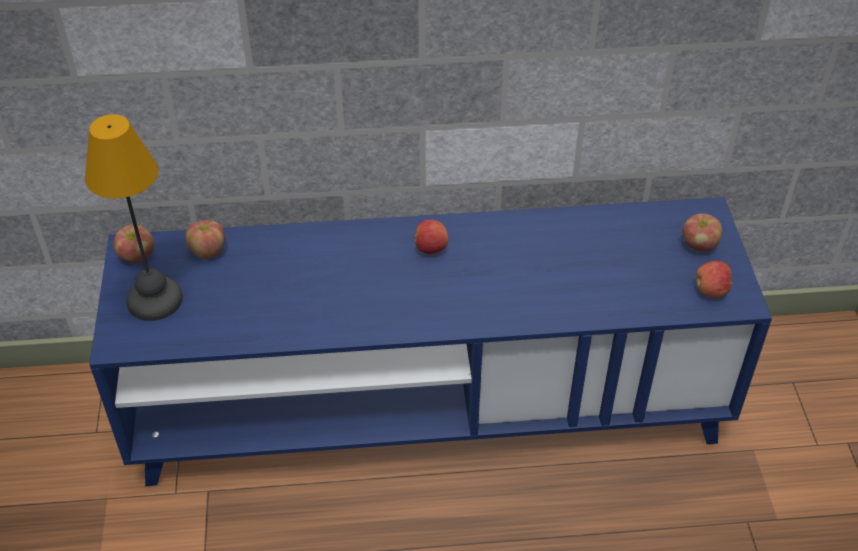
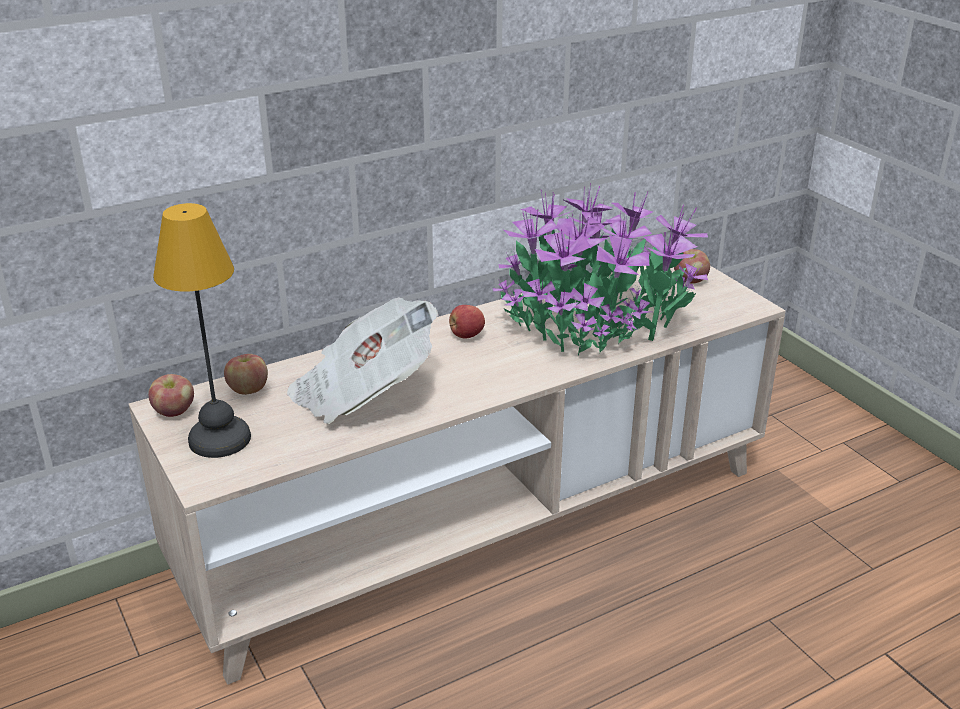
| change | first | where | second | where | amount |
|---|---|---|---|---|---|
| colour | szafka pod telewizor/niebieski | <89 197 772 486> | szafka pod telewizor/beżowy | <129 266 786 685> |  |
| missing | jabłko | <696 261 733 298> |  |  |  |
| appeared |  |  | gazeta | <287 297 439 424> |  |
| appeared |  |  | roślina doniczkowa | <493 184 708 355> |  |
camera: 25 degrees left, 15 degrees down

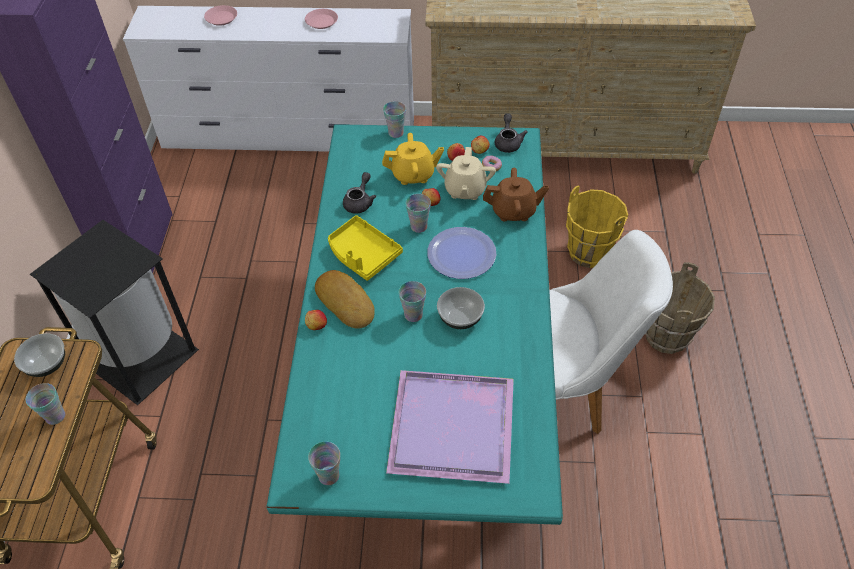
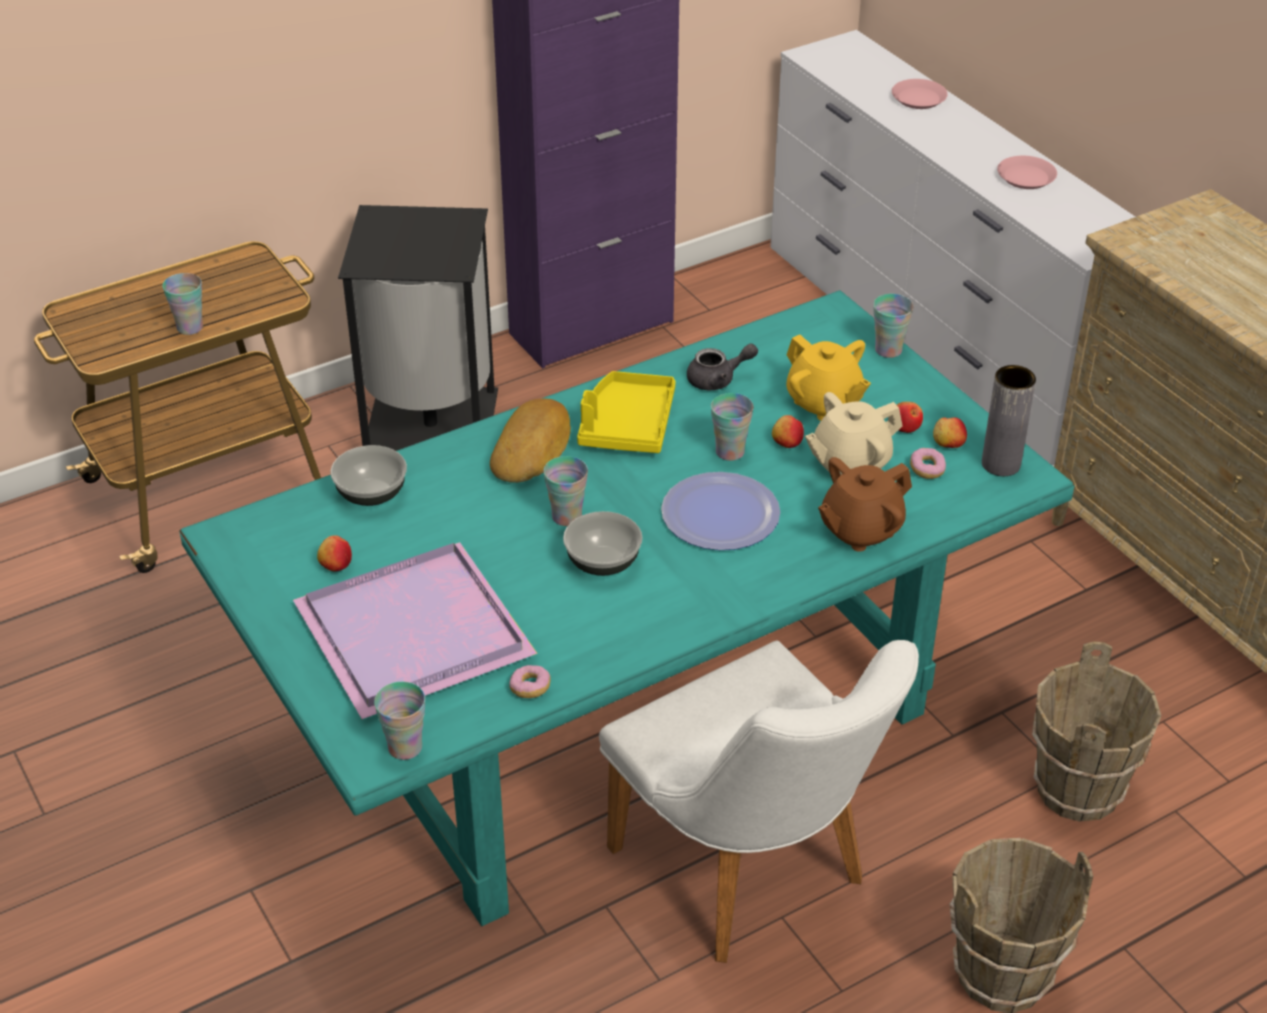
| change | first | where | second | where | amount |
|---|---|---|---|---|---|
| relocated | miska | <14 333 65 377> |  | <330 445 407 506> |  |
| relocated | jabłko | <305 310 327 330> |  | <317 536 352 571> |  |
| relocated | filiżanka | <308 441 340 485> |  | <374 682 425 760> |  |
| spun | imbryk/brązowy | <483 168 549 222> |  | <818 457 912 552> | 90 degrees clockwise |
| exchanged | imbryk/szary | <495 113 528 153> | wazon/szary | <982 365 1036 476> |  |
| colour | wiadro/żółty | <566 186 628 268> | wiadro/brązowy | <1032 641 1161 822> |  |
| appeared |  |  | donut | <509 665 550 698> |  |
camera: 55 degrees right, 10 degrees down

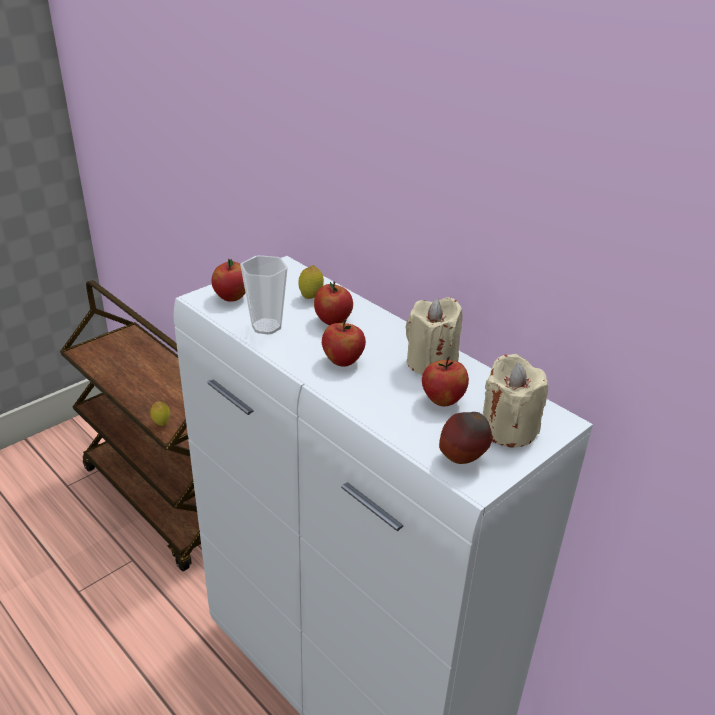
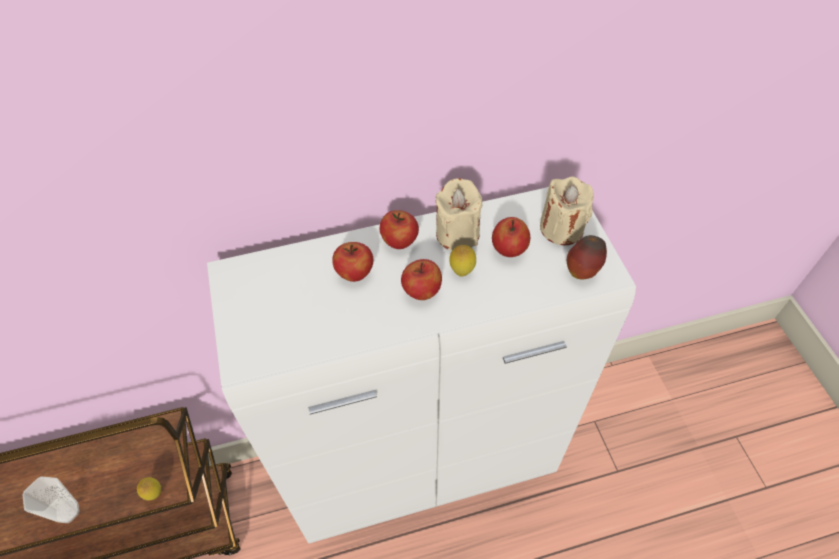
| change | first | where | second | where | amount |
|---|---|---|---|---|---|
| relocated | jabłko | <212 259 245 302> |  | <380 210 419 249> |  |
| relocated | filiżanka | <240 255 288 334> |  | <22 476 80 523> |  |
| relocated | cytryna | <298 265 324 299> |  | <449 245 476 277> |  |
camera: 60 degrees left, 20 degrees up

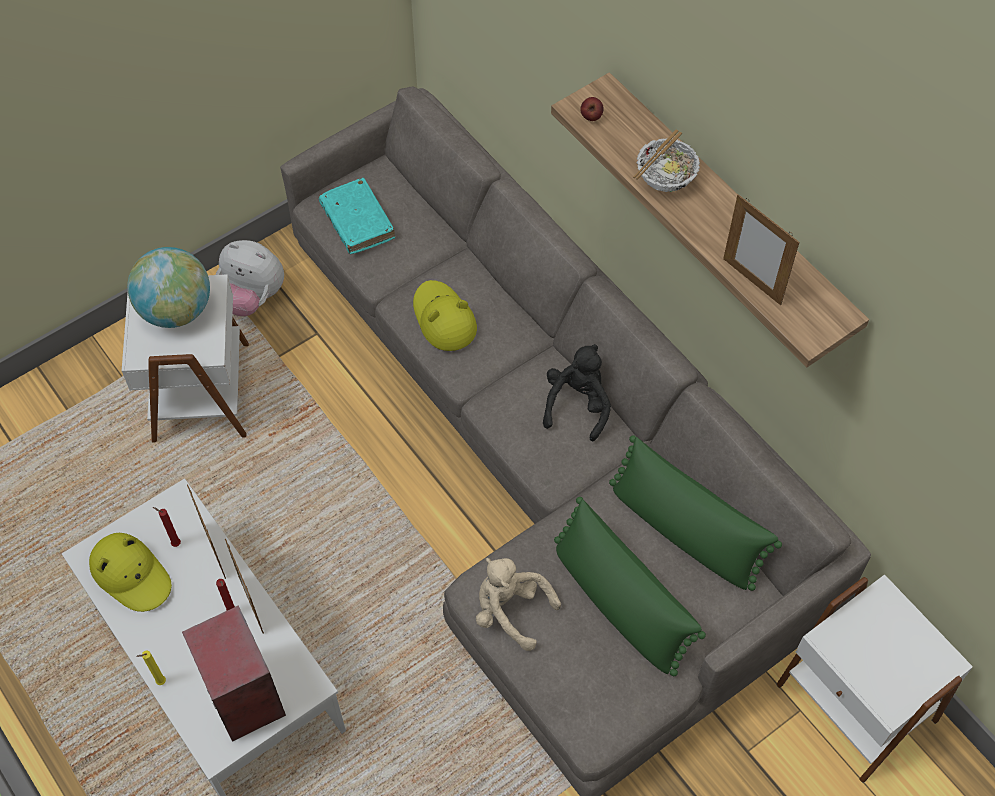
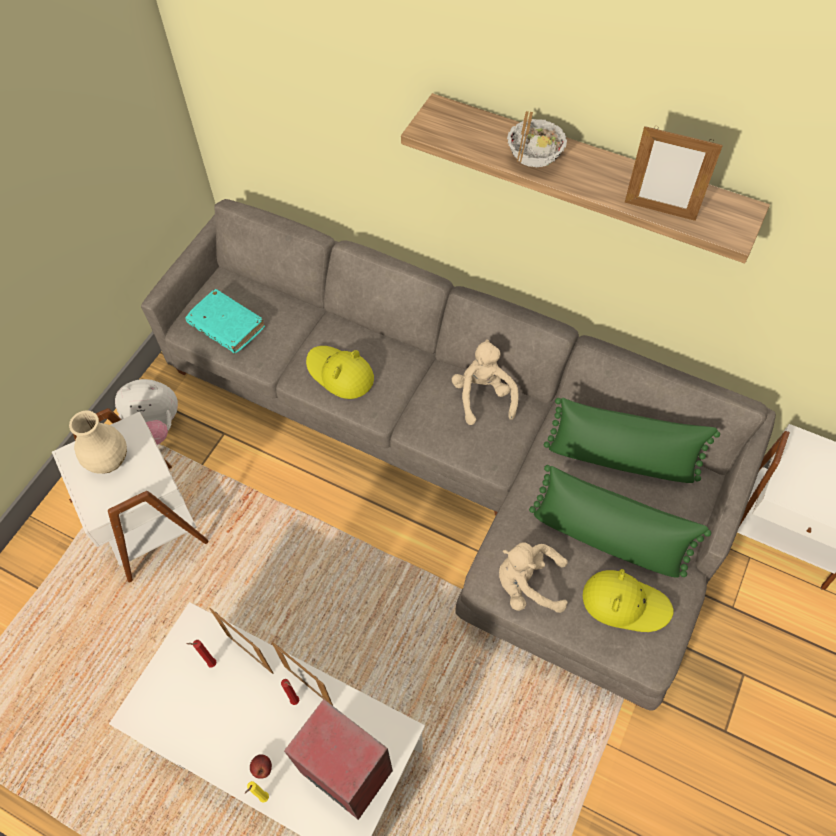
| change | first | where | second | where | amount |
|---|---|---|---|---|---|
| relocated | kapelusz/żółty | <89 533 172 612> |  | <583 569 674 632> |  |
| exchanged | globus | <127 247 210 328> | wazon/beżowy | <69 411 127 473> |  |
| colour | pluszak/czarny | <543 344 611 441> | pluszak/beżowy | <452 339 519 425> |  |
| relocated | jabłko | <580 97 604 121> |  | <250 754 272 779> |  |
camera: 25 degrees left, 0 degrees up

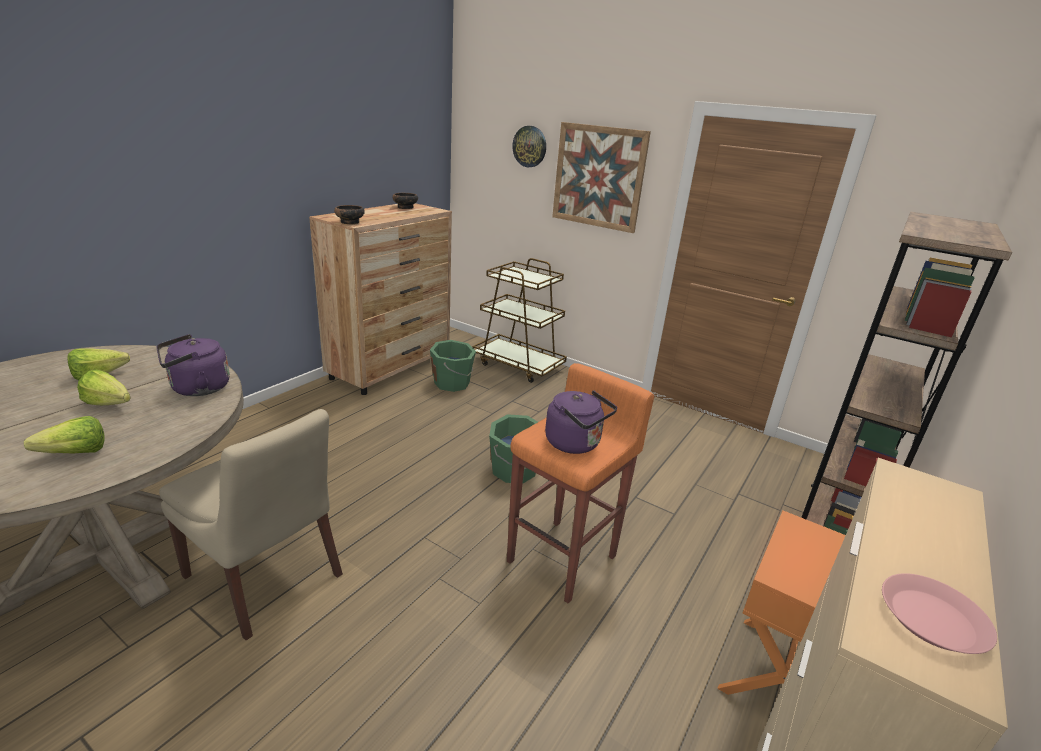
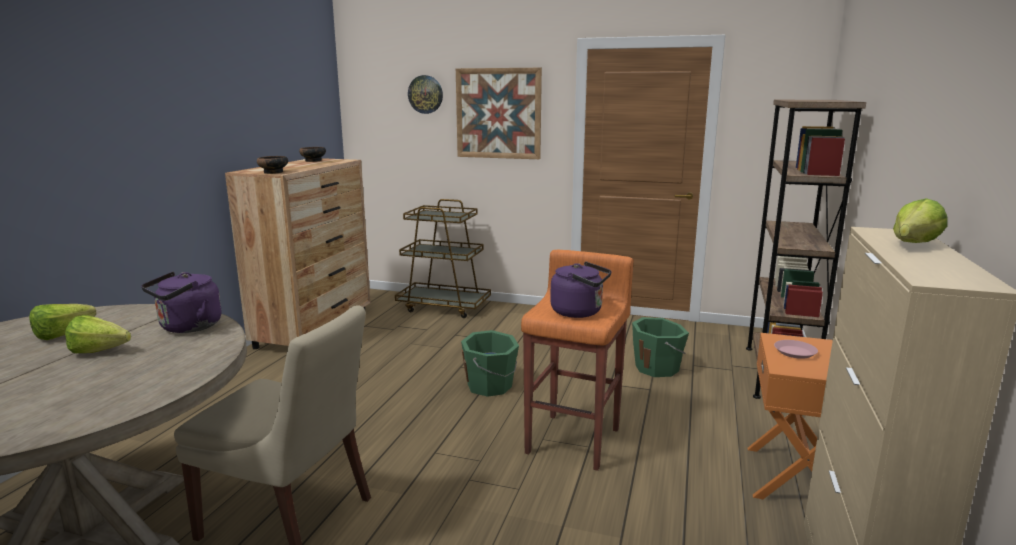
| change | first | where | second | where | amount |
|---|---|---|---|---|---|
| relocated | sałata | <24 416 105 454> |  | <893 198 948 243> |  |
| relocated | wiadro/zielony | <430 340 476 392> |  | <632 317 689 377> |  |
| relocated | talerz/różowy | <882 573 997 654> |  | <774 340 818 359> |  |
camera: 15 degrees left, 10 degrees down

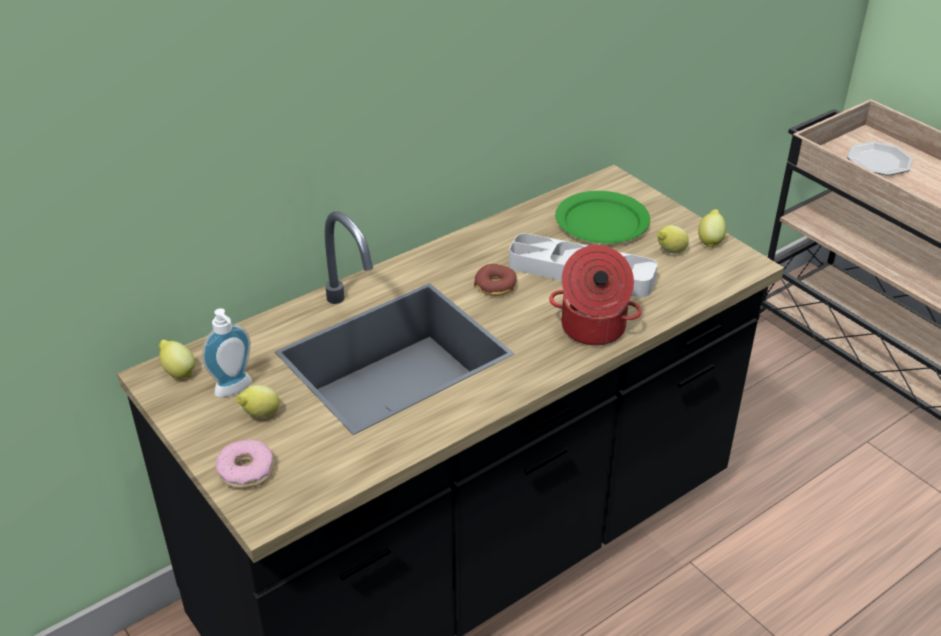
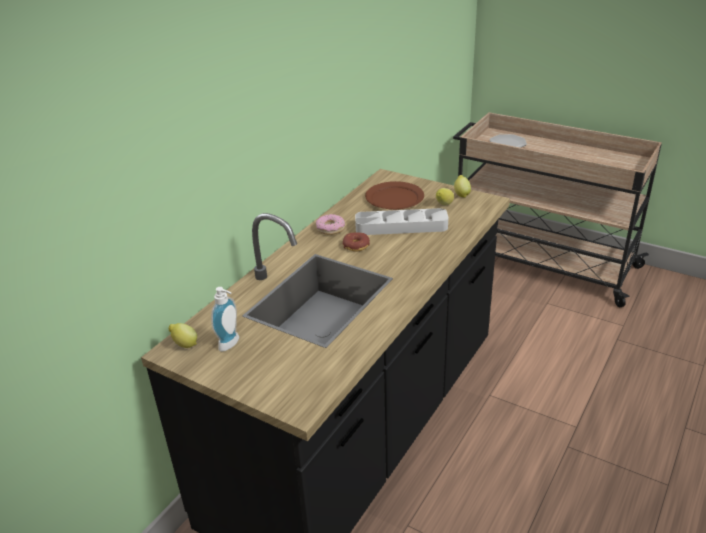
| change | first | where | second | where | amount |
|---|---|---|---|---|---|
| relocated | donut | <215 439 274 489> |  | <316 214 345 235> |  |
| missing | cytryna | <237 385 280 418> |  |  |  |
| missing | garnek | <549 245 642 346> |  |  |  |
| colour | talerz/zielony | <555 191 650 243> | talerz/brązowy | <365 181 424 210> |  |
camera: 20 degrees left, 5 degrees down

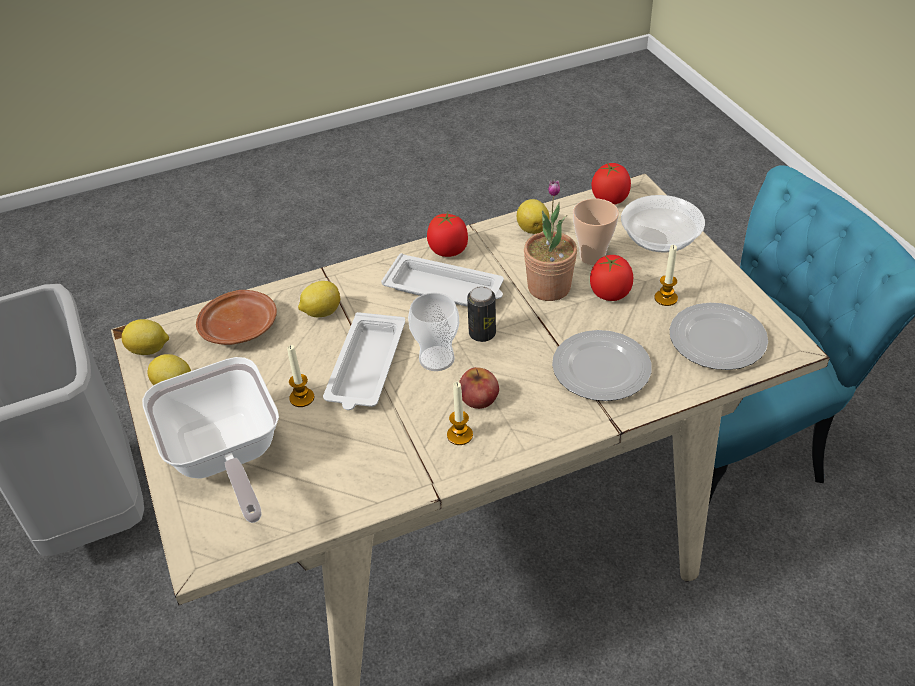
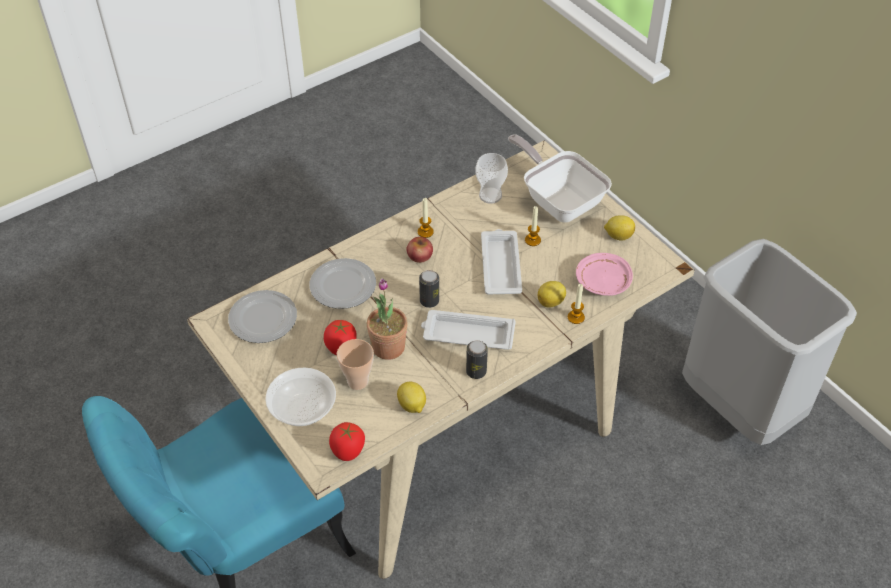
| change | first | where | second | where | amount |
|---|---|---|---|---|---|
| missing | cytryna | <122 319 169 355> |  |  |  |
| colour | talerz/brązowy | <196 290 277 345> | talerz/różowy | <576 253 633 296> |  |
| relocated | filiżanka | <408 293 459 371> |  | <475 153 508 204> |  |
| exchanged | pomidor | <427 212 468 257> | puszka | <466 340 488 379> |  |
| relocated | świeca | <654 245 678 306> |  | <568 284 585 324> |  |
camera: 165 degrees right, 5 degrees up

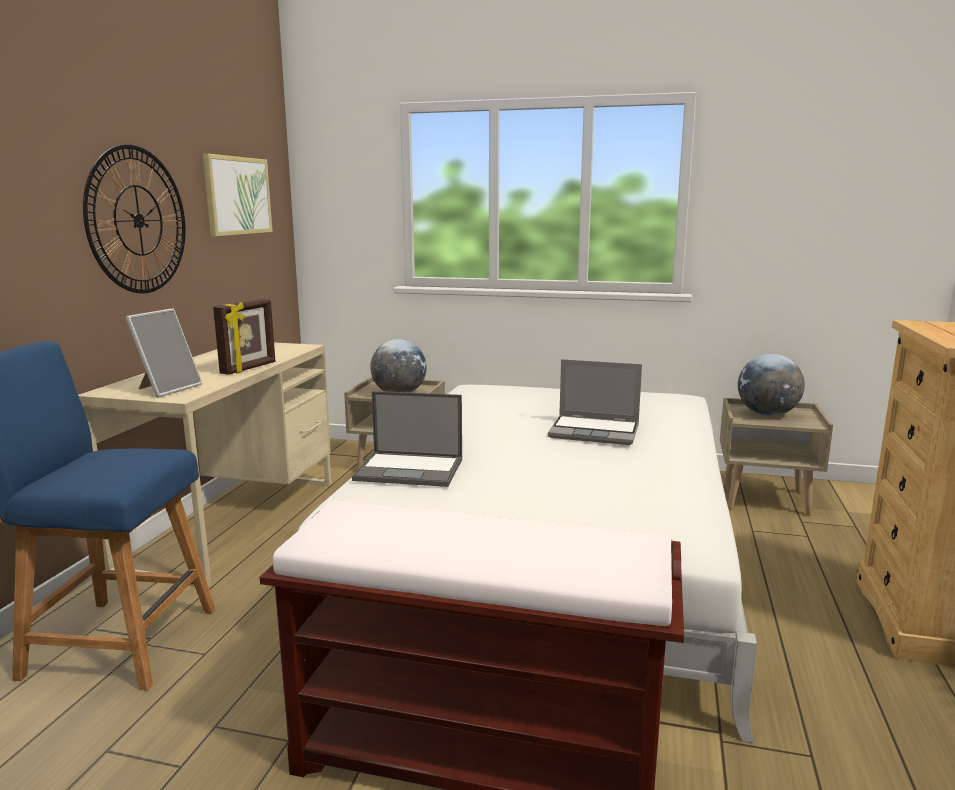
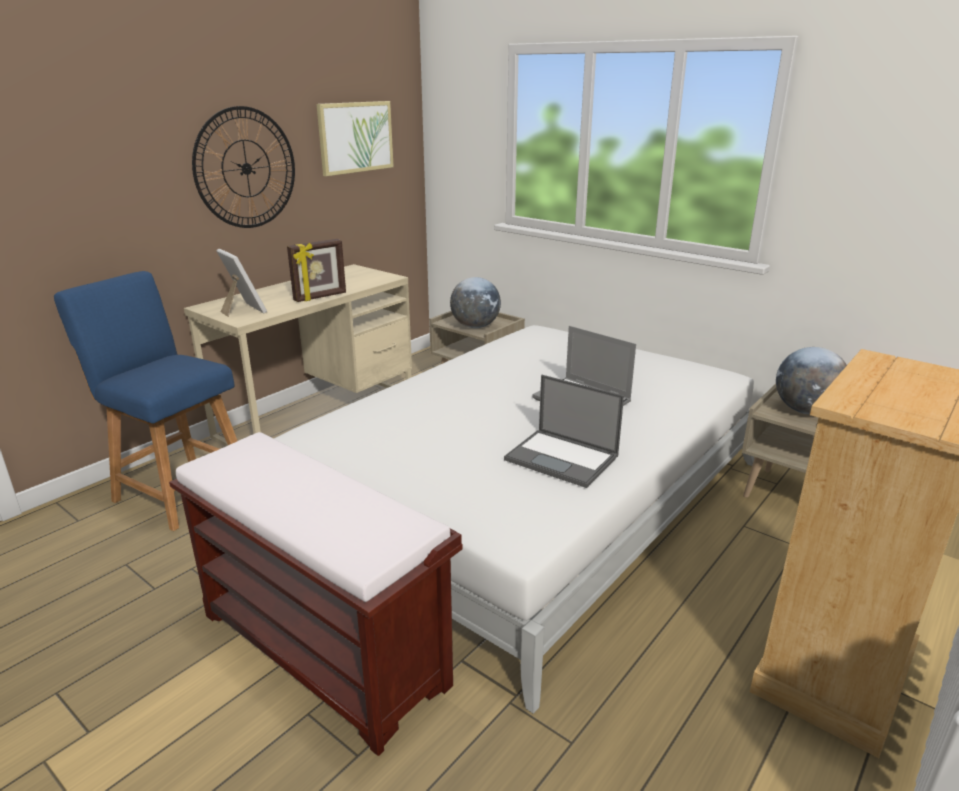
| change | first | where | second | where | amount |
|---|---|---|---|---|---|
| spun | ramka na zdjęcie | <125 308 202 398> |  | <216 249 267 317> | 90 degrees counterclockwise |
| relocated | laptop | <352 391 462 487> |  | <504 375 624 488> |  |
camera: 25 degrees right, 10 degrees up

